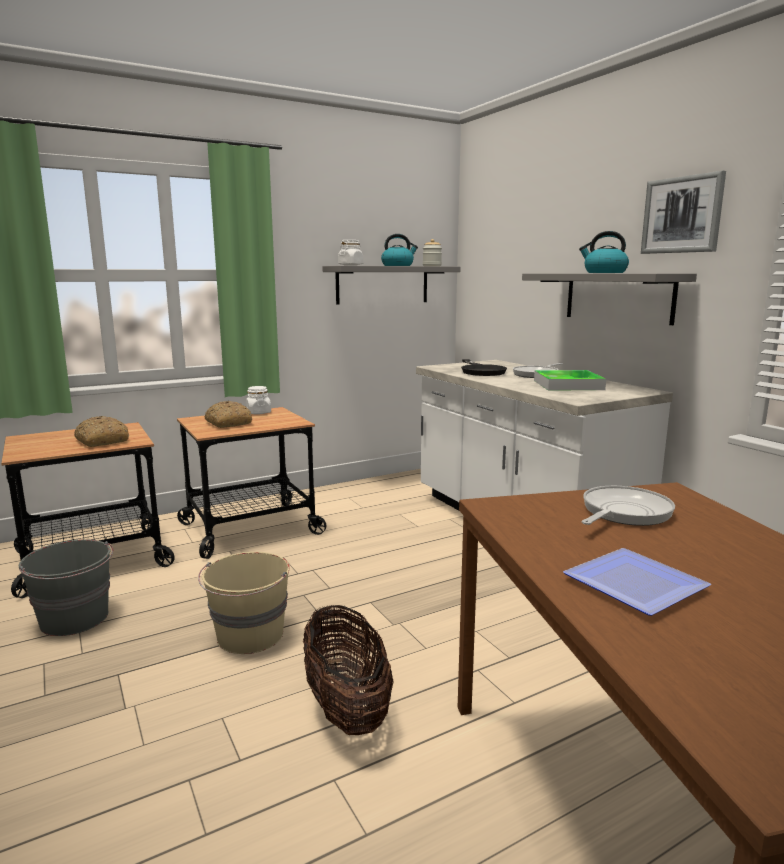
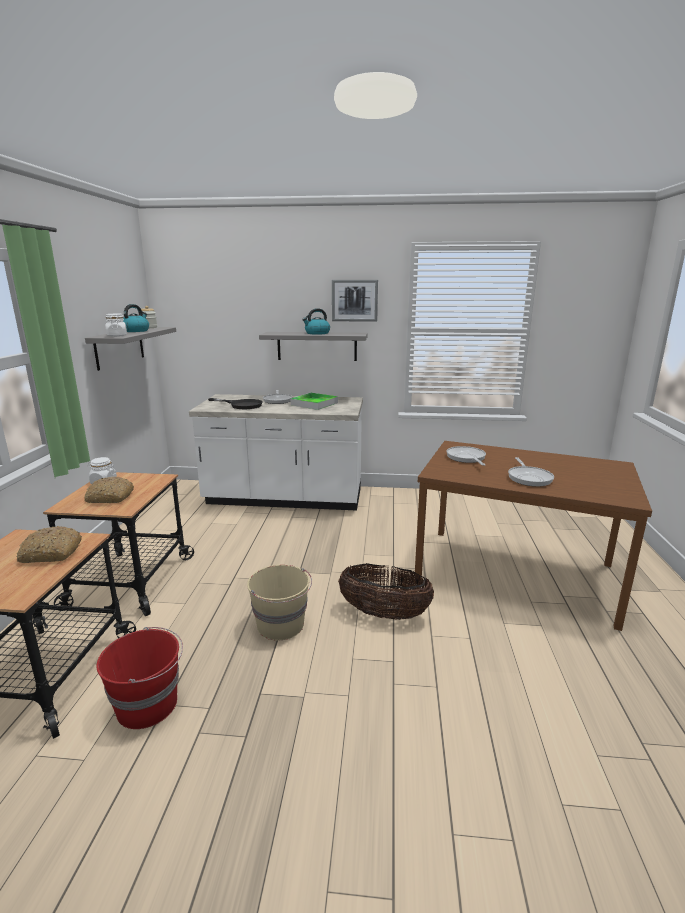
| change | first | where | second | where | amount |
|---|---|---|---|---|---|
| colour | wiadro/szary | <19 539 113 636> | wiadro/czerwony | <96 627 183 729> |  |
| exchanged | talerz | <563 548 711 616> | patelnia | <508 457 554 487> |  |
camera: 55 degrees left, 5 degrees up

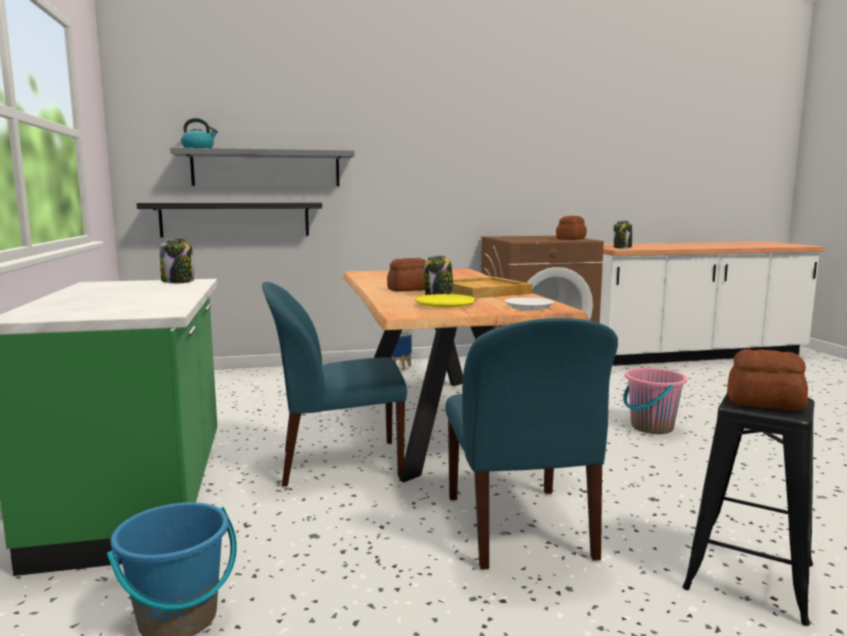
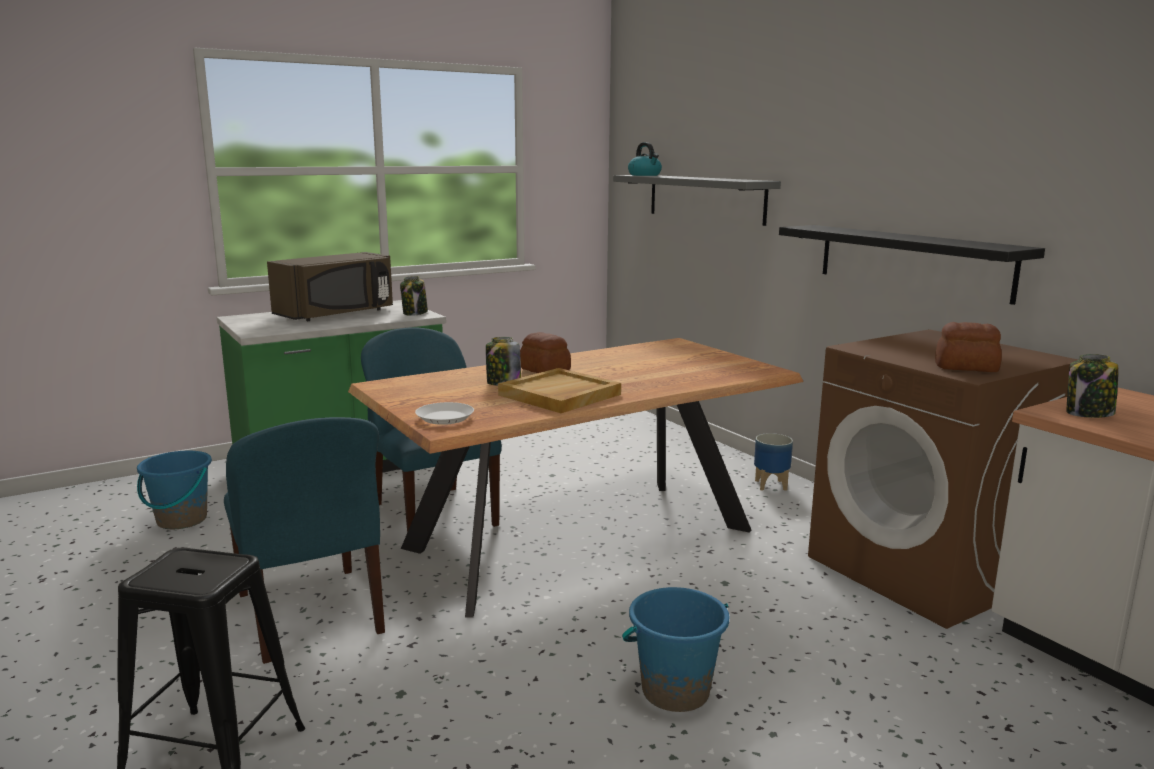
| change | first | where | second | where | amount |
|---|---|---|---|---|---|
| relocated | półka/czarny | <137 203 322 237> |  | <779 225 1045 305> |  |
| missing | talerz/żółty | <415 294 476 308> |  |  |  |
| spun | krzesło/niebieski | <445 318 618 570> |  | <224 417 385 664> | 90 degrees counterclockwise |
| colour | wiadro/różowy | <623 368 687 434> | wiadro/niebieski | <622 587 729 712> |  |
| missing | chleb | <727 349 808 411> |  |  |  |
| appeared |  |  | mikrofalówka/brązowy | <267 252 393 321> |  |
camera: 70 degrees right, 5 degrees up

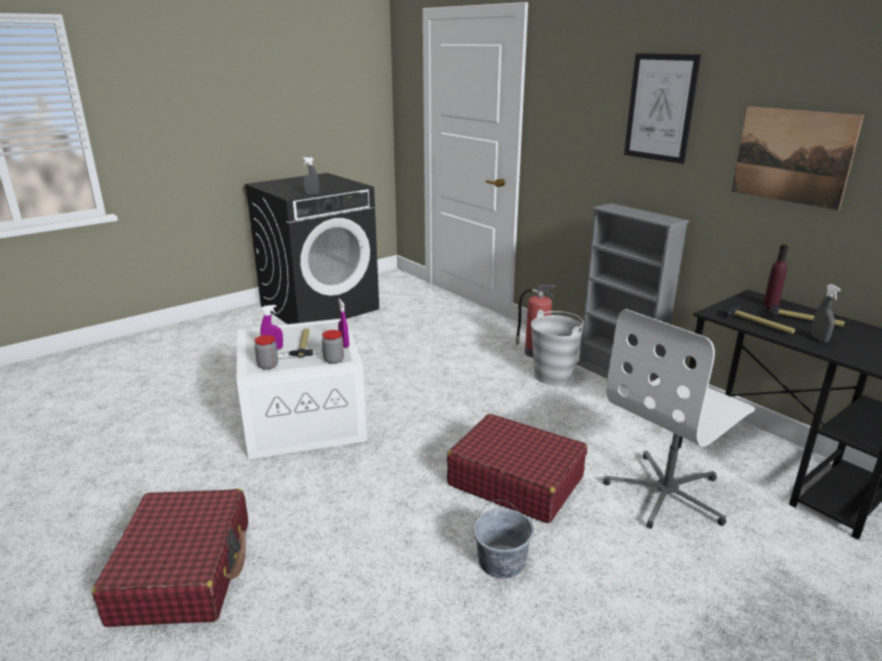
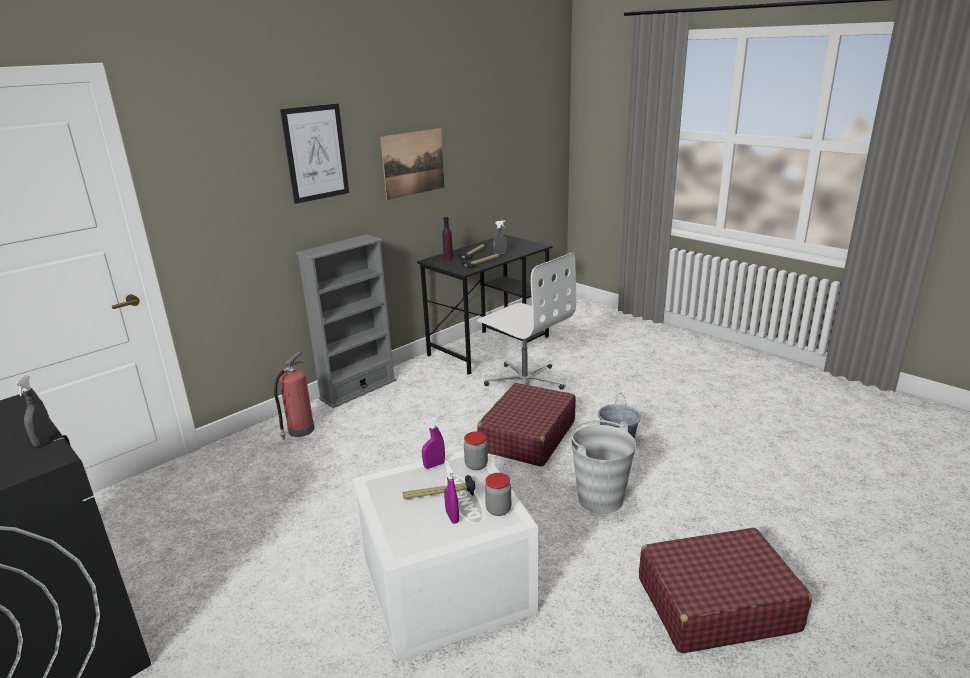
| change | first | where | second | where | amount |
|---|---|---|---|---|---|
| relocated | wiadro/szary | <531 309 584 385> |  | <571 420 636 514> |  |
camera: 95 degrees left, 0 degrees up

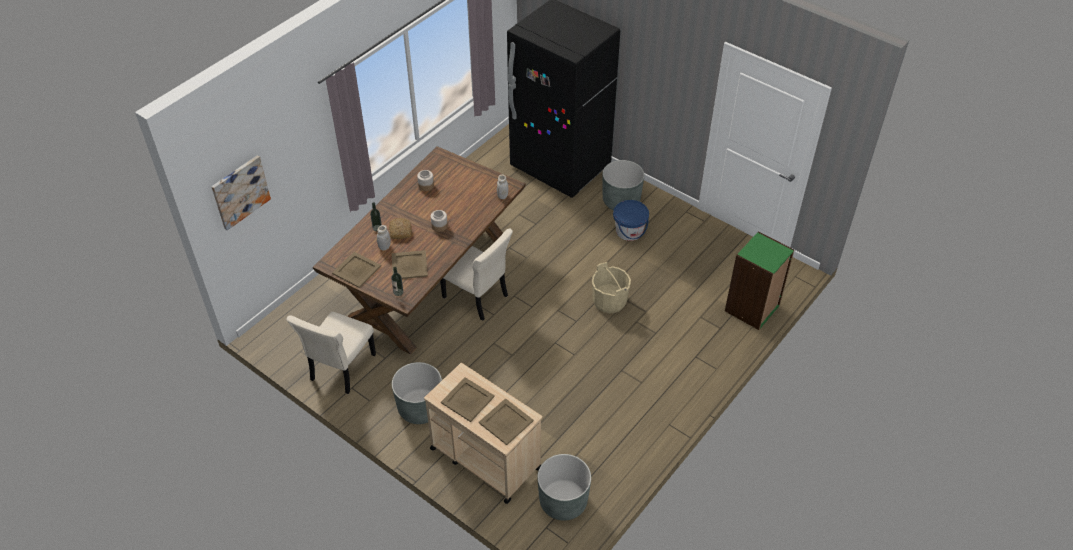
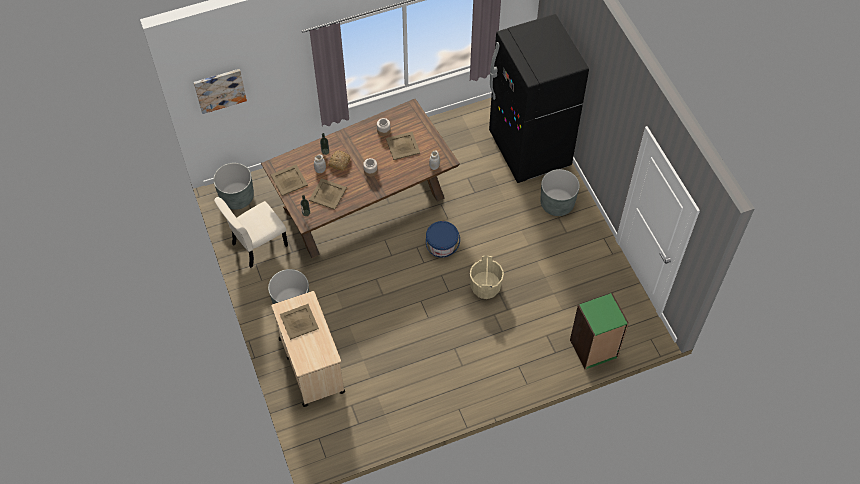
| change | first | where | second | where | amount |
|---|---|---|---|---|---|
| missing | krzesło/beżowy | <440 228 513 321> |  |  |  |
| relocated | taca/beżowy | <479 398 534 445> |  | <386 132 420 160> |  |
| relocated | donica/szary | <537 454 591 521> |  | <213 163 254 210> |  |
| relocated | wiadro/niebieski | <613 200 649 241> |  | <426 221 460 258> |  |
camera: 30 degrees right, 10 degrees up

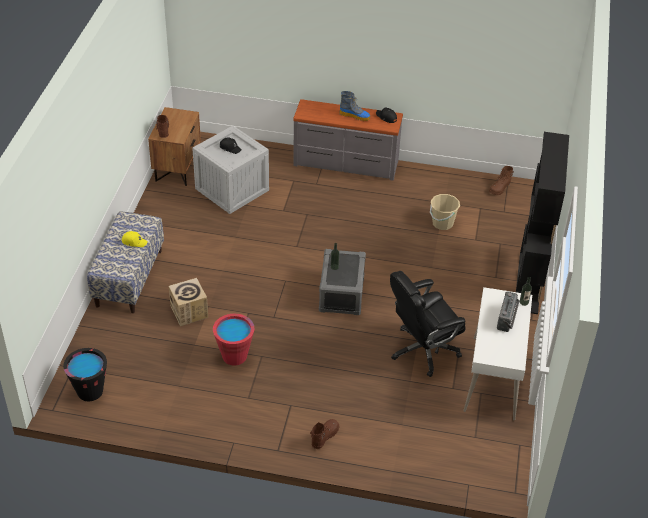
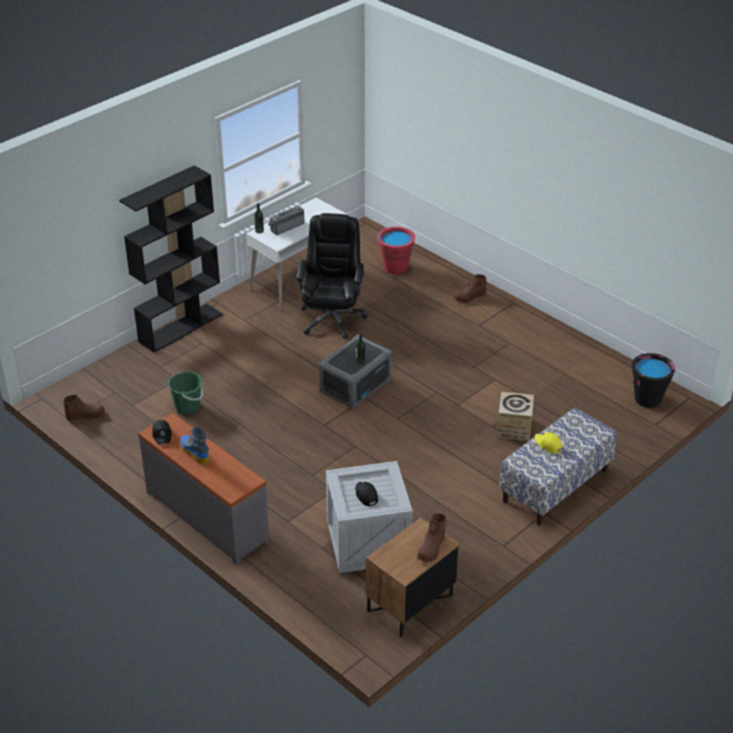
| change | first | where | second | where | amount |
|---|---|---|---|---|---|
| relocated | wiadro/czerwony | <213 314 254 366> |  | <378 227 415 275> |  |
| spun | krzesło biurowe/czarny | <390 271 465 377> |  | <297 213 368 339> | 90 degrees counterclockwise |
| colour | wiadro/beżowy | <430 194 460 230> | wiadro/zielony | <167 372 203 414> |  |
camera: 145 degrees left, 5 degrees down

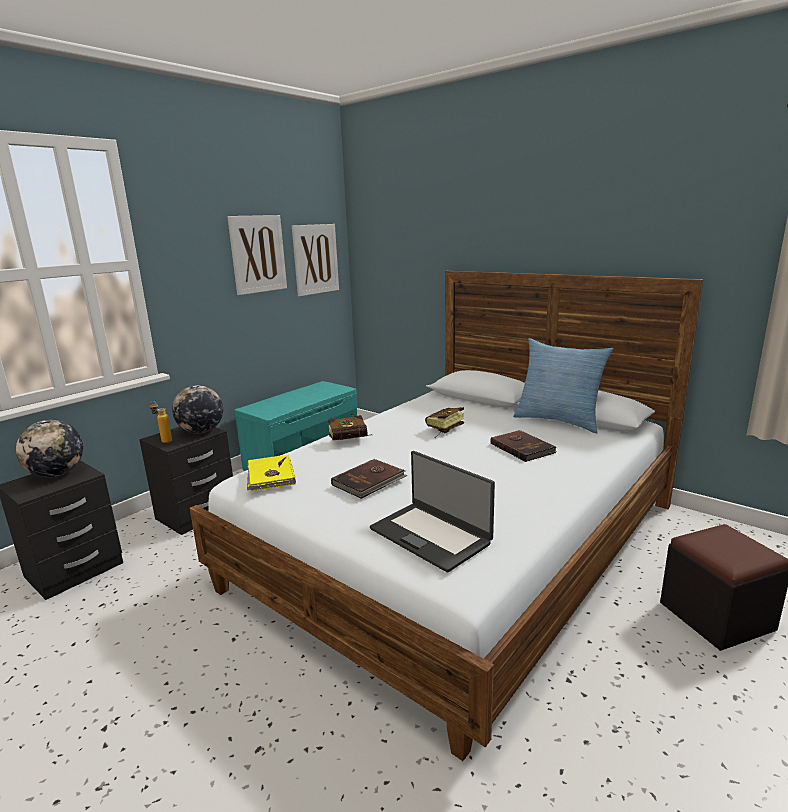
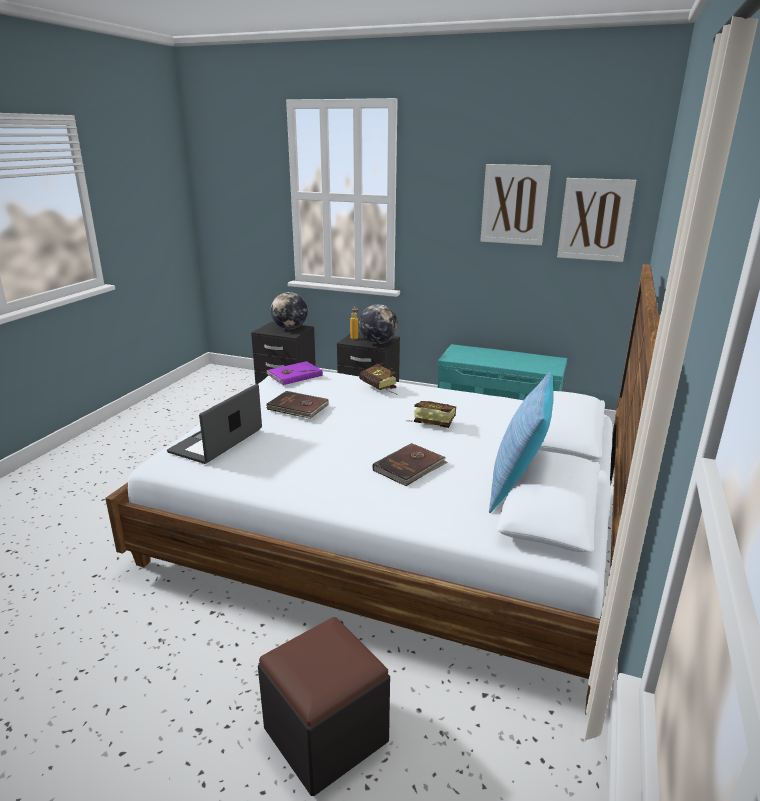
| change | first | where | second | where | amount |
|---|---|---|---|---|---|
| colour | książka/żółty | <247 454 296 491> | książka/fioletowy | <267 361 323 385> |  |
camera: 70 degrees right, 5 degrees up

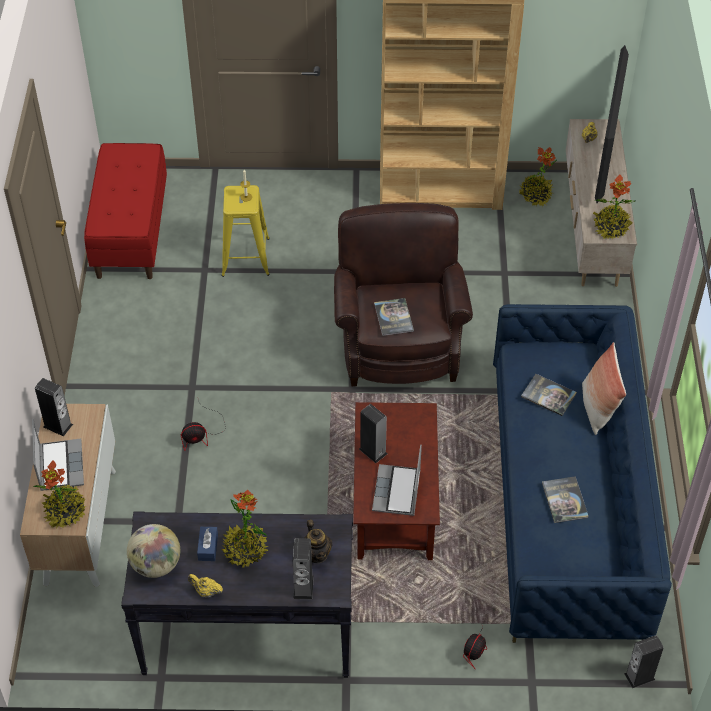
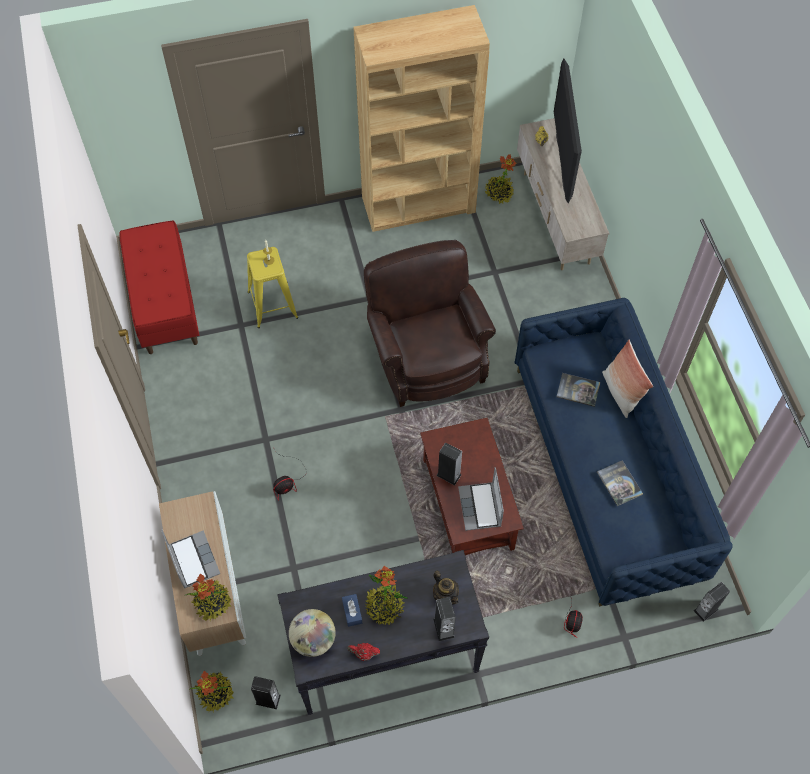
| change | first | where | second | where | amount |
|---|---|---|---|---|---|
| relocated | głośnik | <35 378 73 437> |  | <251 676 281 709> |  |
| colour | imbryk/żółty | <188 574 223 598> | imbryk/czerwony | <347 643 380 661> |  |
| missing | książka | <374 298 414 336> |  |  |  |
| relocated | roślina doniczkowa | <593 175 635 240> |  | <190 671 233 712> |  |
camera: 15 degrees left, 10 degrees up

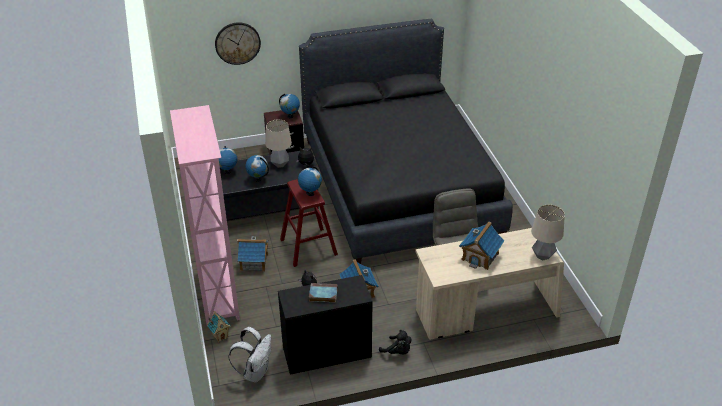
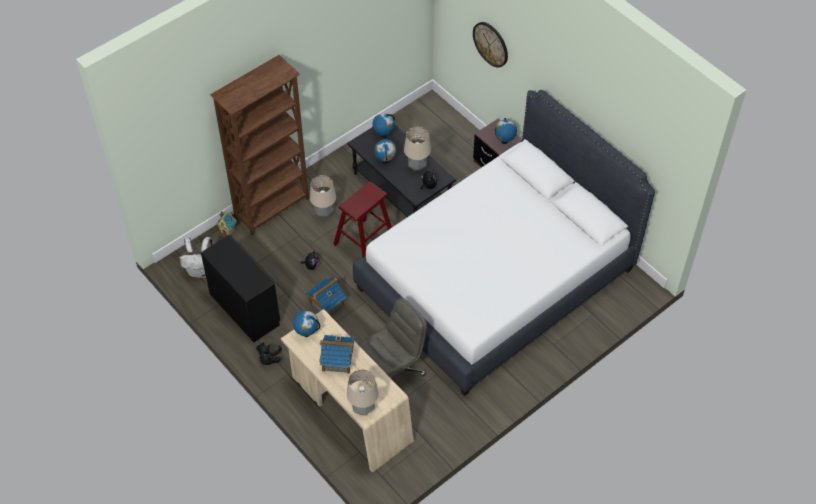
| change | first | where | second | where | amount |
|---|---|---|---|---|---|
| colour | regał/różowy | <170 105 240 325> | regał/brązowy | <210 55 309 235> |  |
| exchanged | domek | <237 237 268 271> | lampa stołowa | <310 175 336 218> |  |
| relocated | globus | <298 167 322 196> |  | <293 311 320 337> |  |
| colour | łóżko/czarny | <299 19 513 264> | łóżko/biały | <353 90 655 396> |  |
| missing | książka | <309 283 338 303> |  |  |  |
camera: 65 degrees right, 15 degrees up

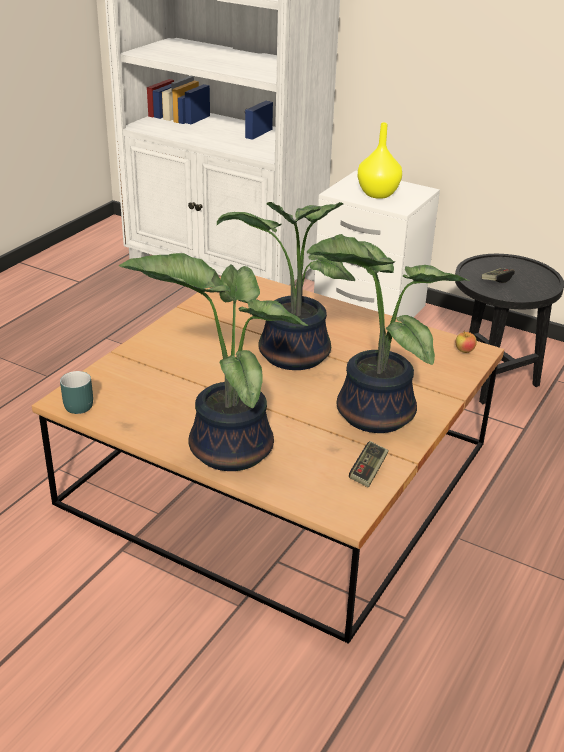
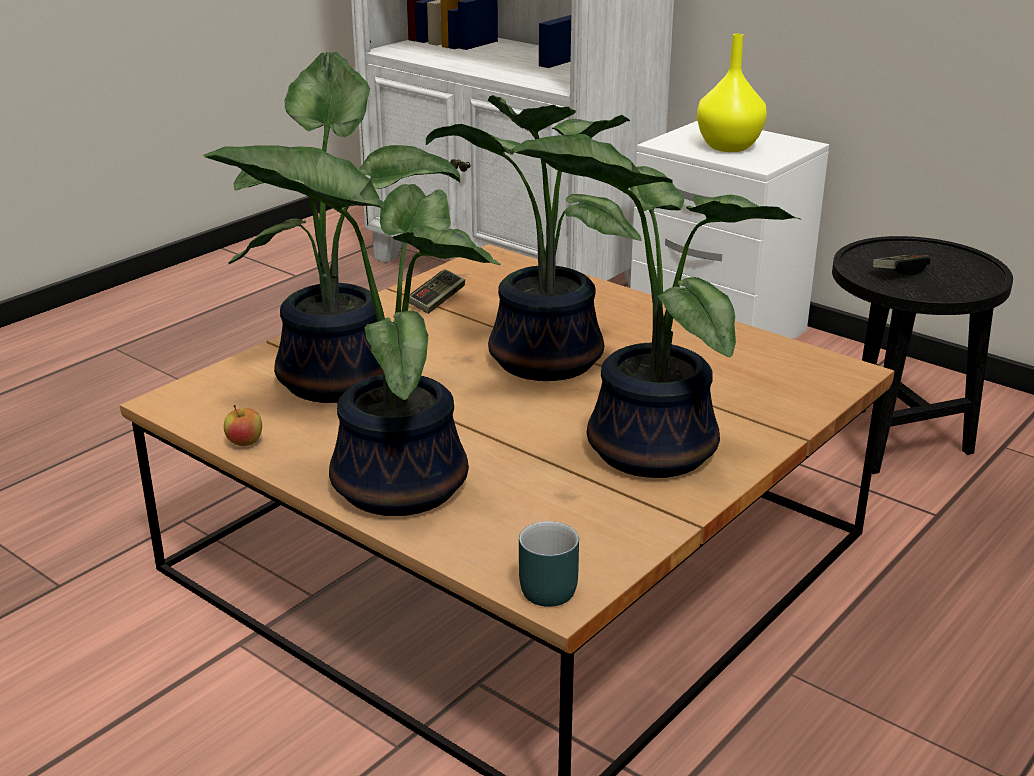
| change | first | where | second | where | amount |
|---|---|---|---|---|---|
| relocated | kubek/turkusowy | <60 371 93 414> |  | <519 521 579 607> |  |
| relocated | pad do gier | <349 441 389 487> |  | <409 269 465 314> |  |
| relocated | jabłko | <455 331 477 353> |  | <224 405 262 446> |  |
| appeared |  |  | roślina doniczkowa | <228 52 461 403> |  |
camera: 10 degrees right, 5 degrees down

